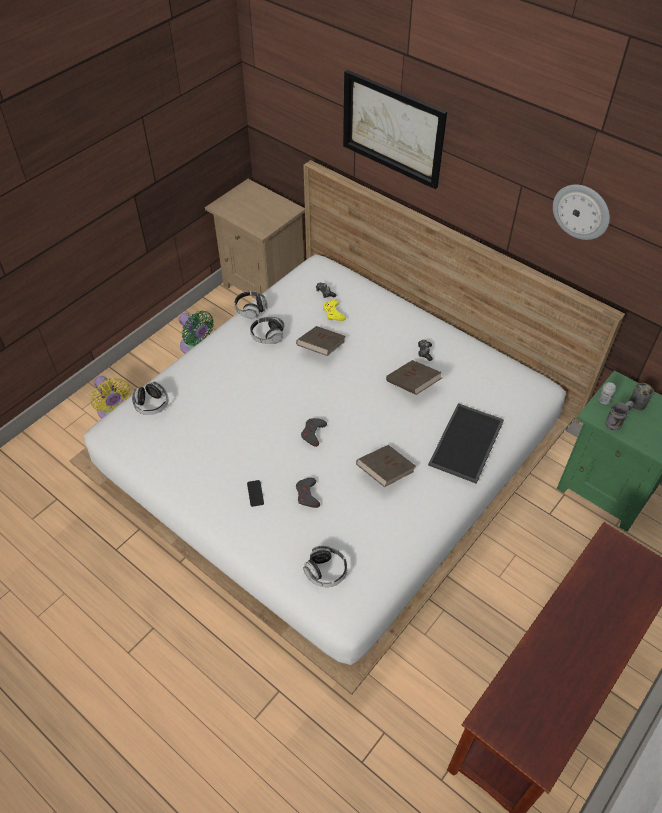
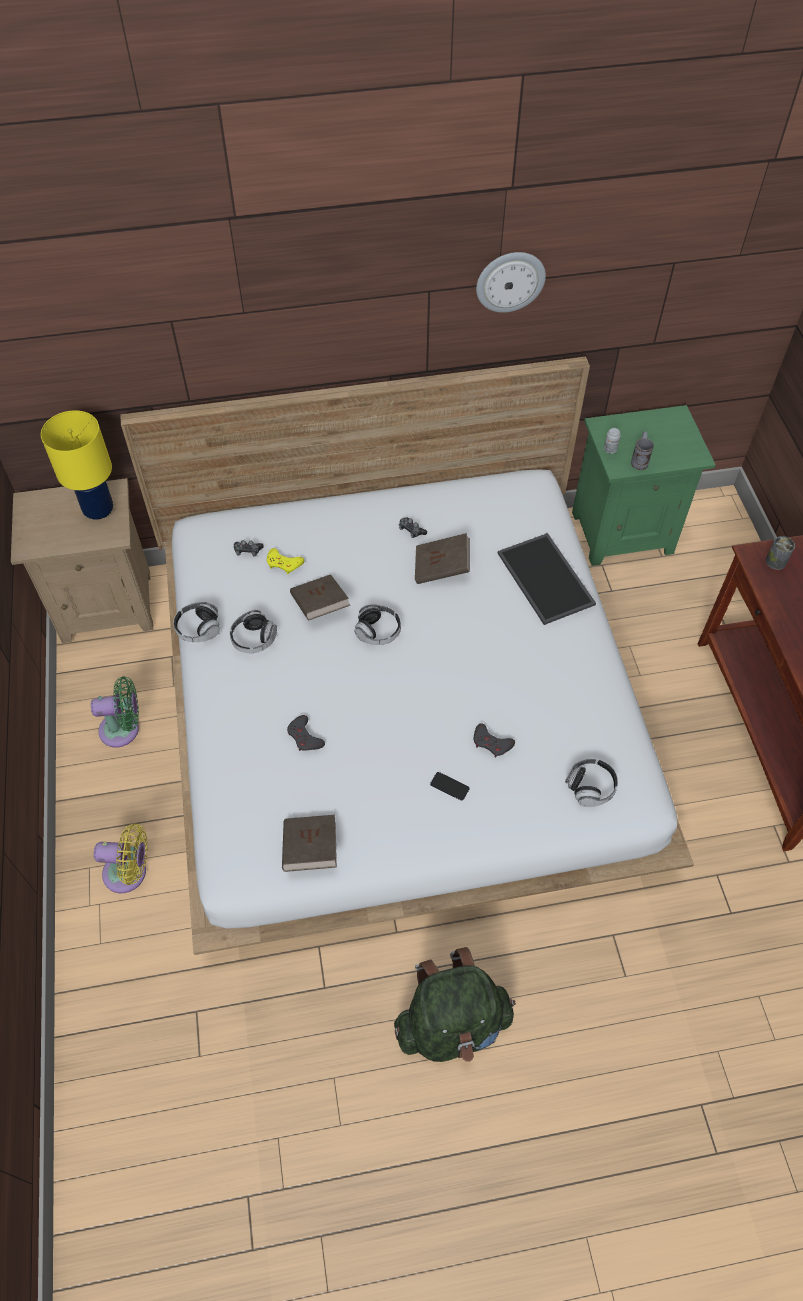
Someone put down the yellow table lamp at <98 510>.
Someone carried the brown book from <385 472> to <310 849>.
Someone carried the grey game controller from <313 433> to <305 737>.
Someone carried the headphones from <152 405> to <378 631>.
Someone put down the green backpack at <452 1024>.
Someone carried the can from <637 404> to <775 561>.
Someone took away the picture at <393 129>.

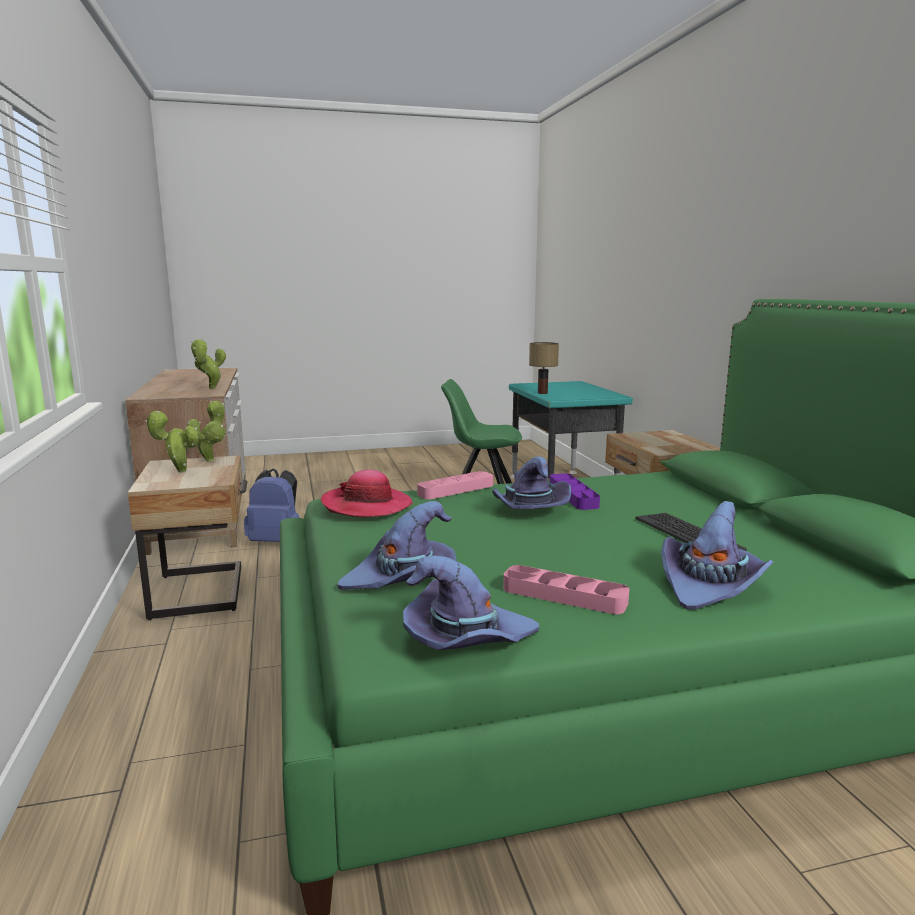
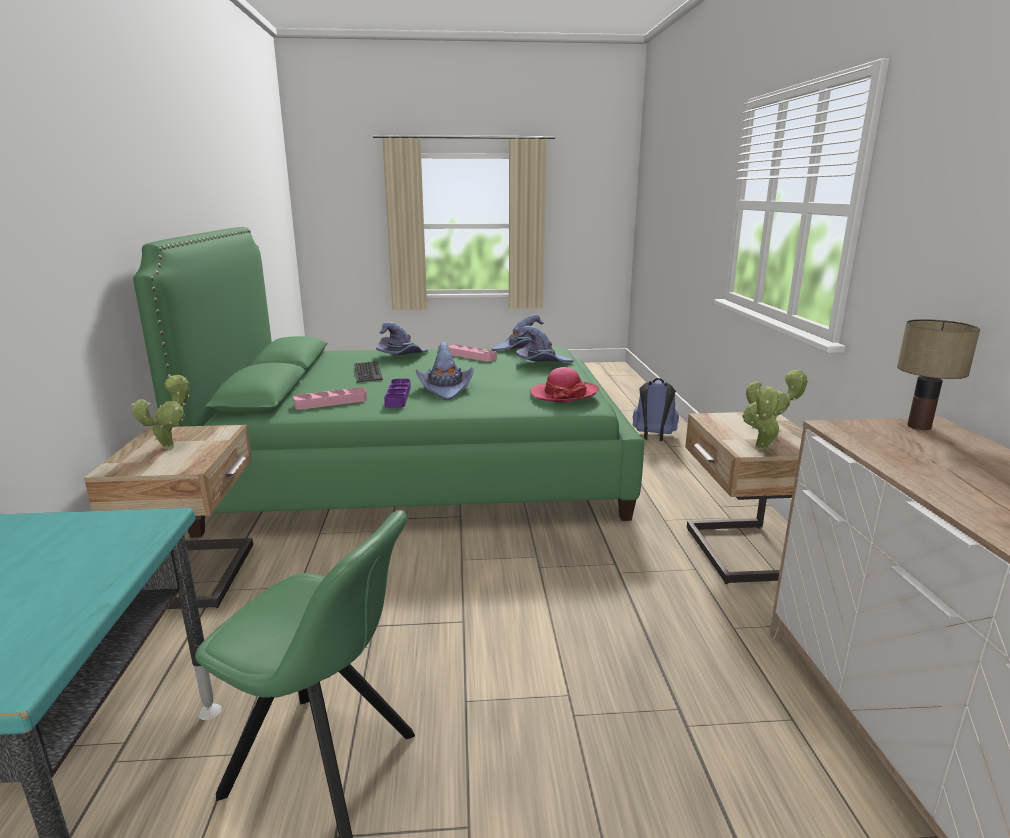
Someone carried the potted plant from <210 388> to <172 446>.
Someone carried the pink tray from <455 490> to <330 402>.
Someone carried the blue backpack from <276 541> to <653 437>.
Someone carried the table lamp from <543 393> to <918 426>.

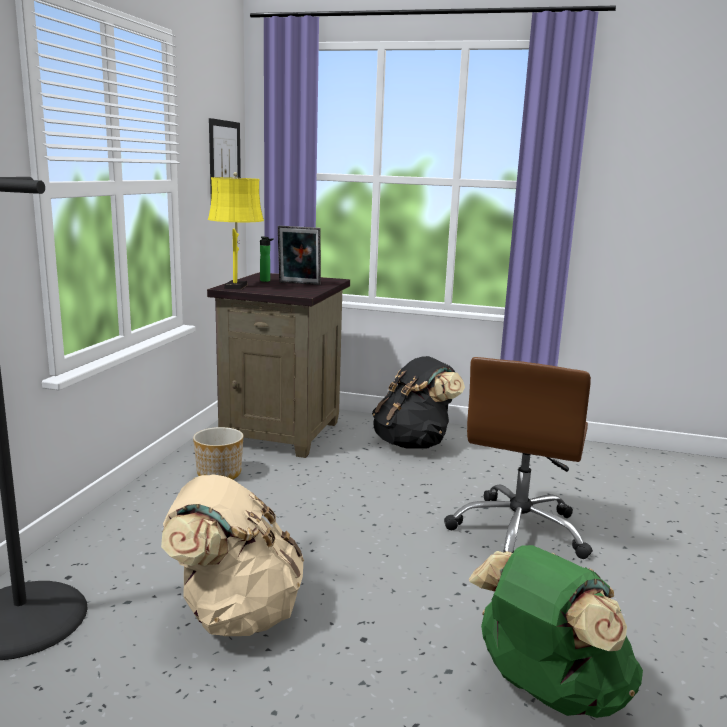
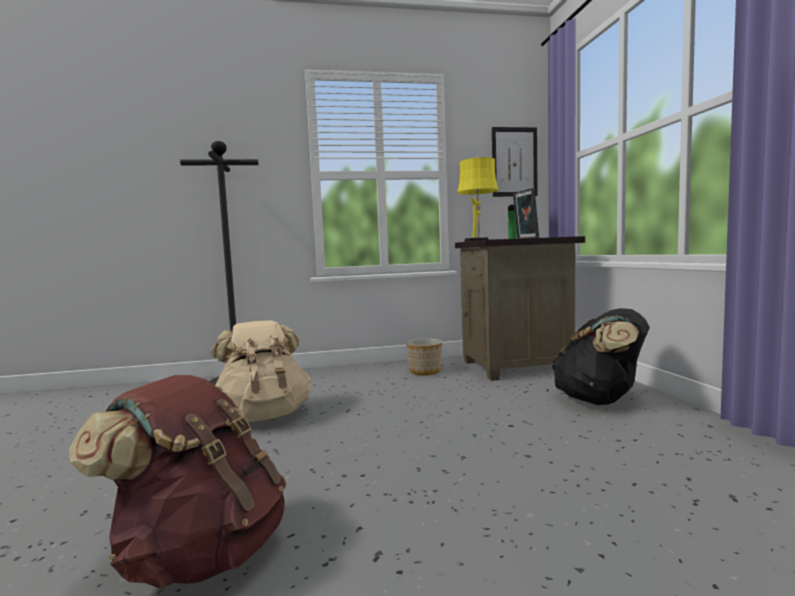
Someone repainted the green backpack at <547 691>, which became the brown backpack at <201 552>.
Someone took away the brown office chair at <518 532>.

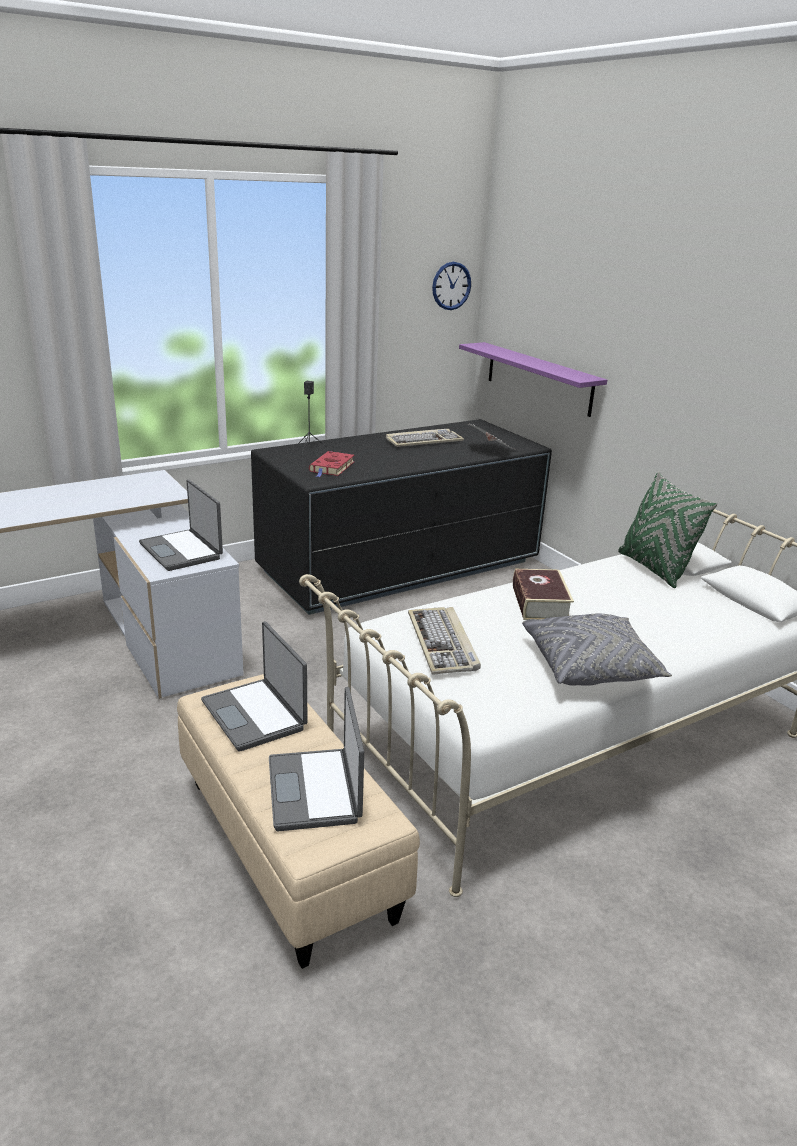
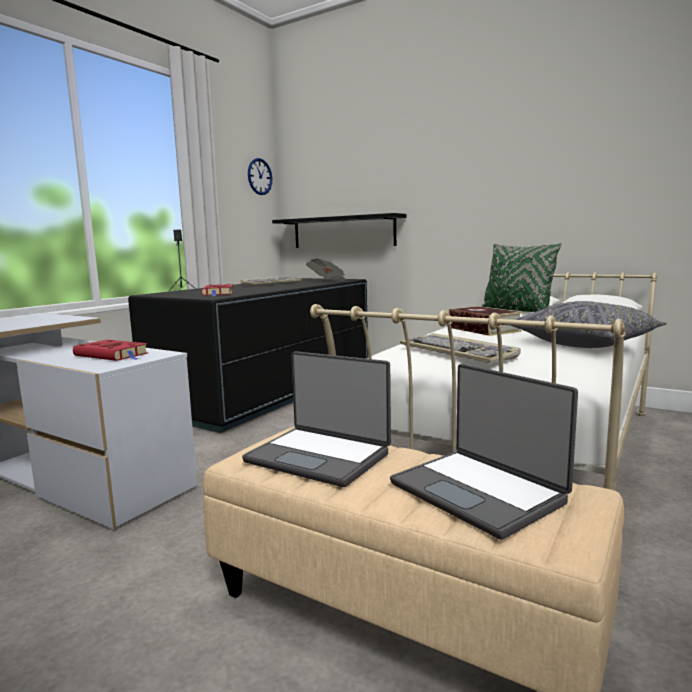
Someone swapped the laptop at <182 551> for the red book at <113 355>.
Someone repainted the purple shelf at <538 378>, which became the black shelf at <343 232>.

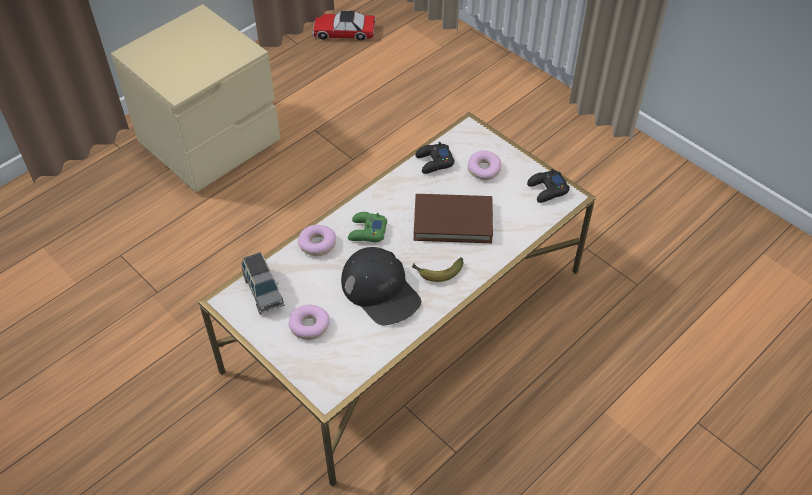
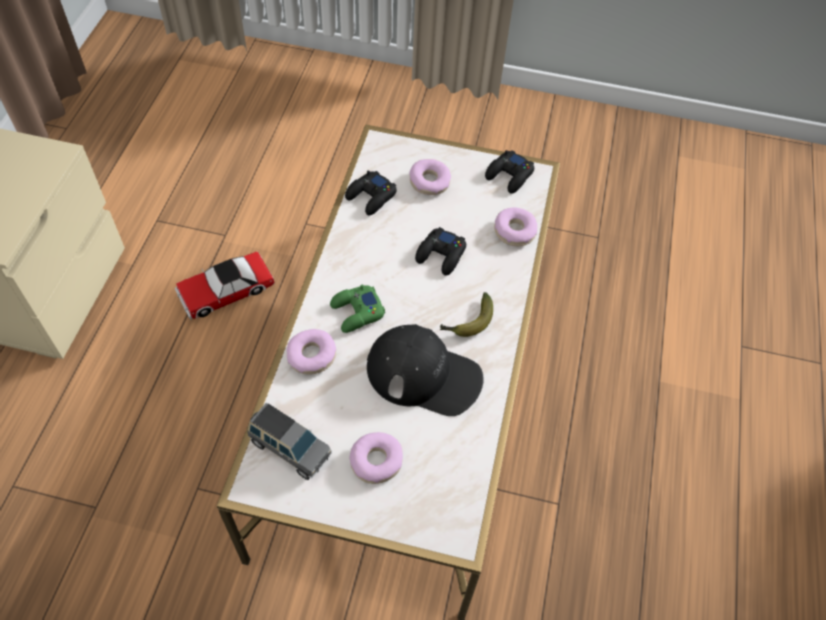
Someone carried the toy car from <343 32> to <225 290>.
Someone swapped the brown book at <453 221> for the black game controller at <441 255>.
Someone put down the donut at <514 231>.

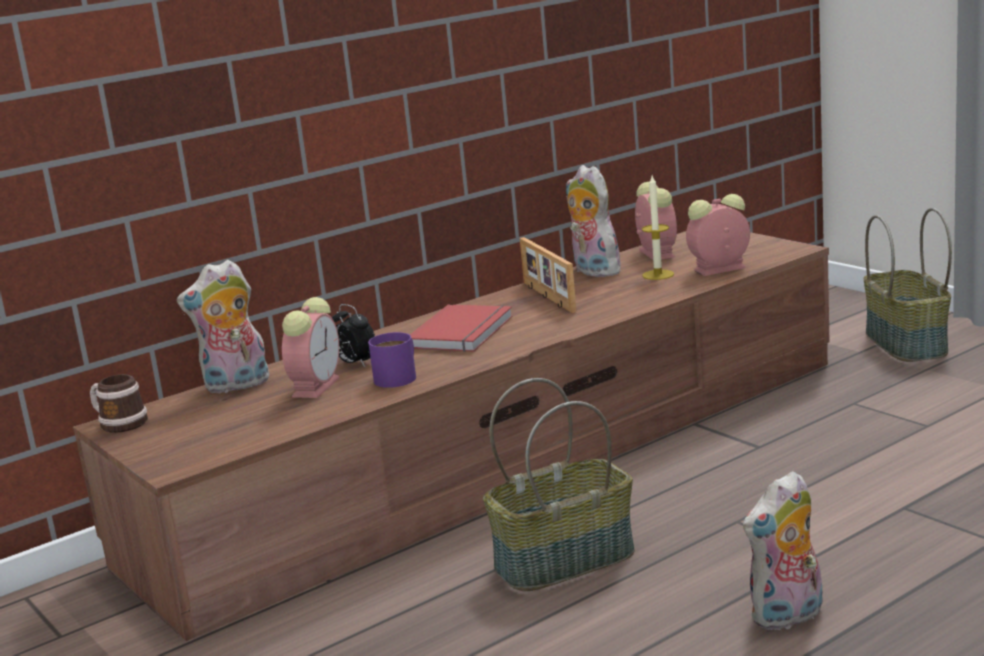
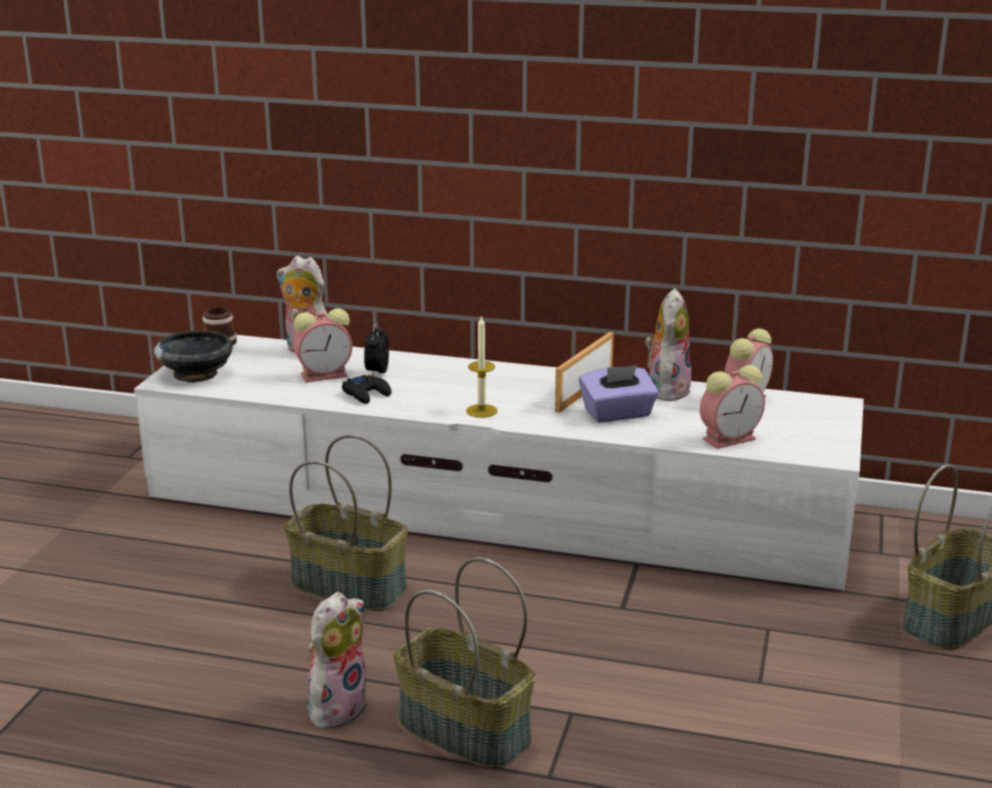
Someone repainted the brown tv stand at <503 453>, which became the white tv stand at <496 502>.
Someone put down the black bowl at <196 374>.
Someone rotated the plush toy at <788 617> by 105 degrees clockwise.
Someone swapped the purple mug at <399 376> for the black game controller at <366 394>.
Someone put down the basket at <461 731>.
Someone carried the candle from <658 275> to <481 411>.
Someone put down the purple tissue box at <617 414>.
Someone rotated the alarm clock at <718 269> by 120 degrees clockwise.
Someone took away the red book at <464 332>.

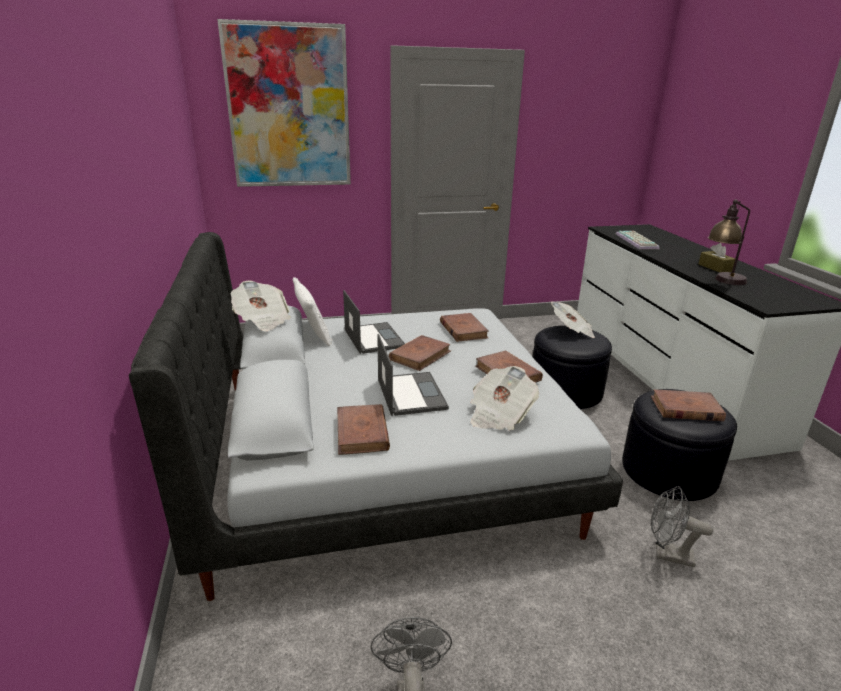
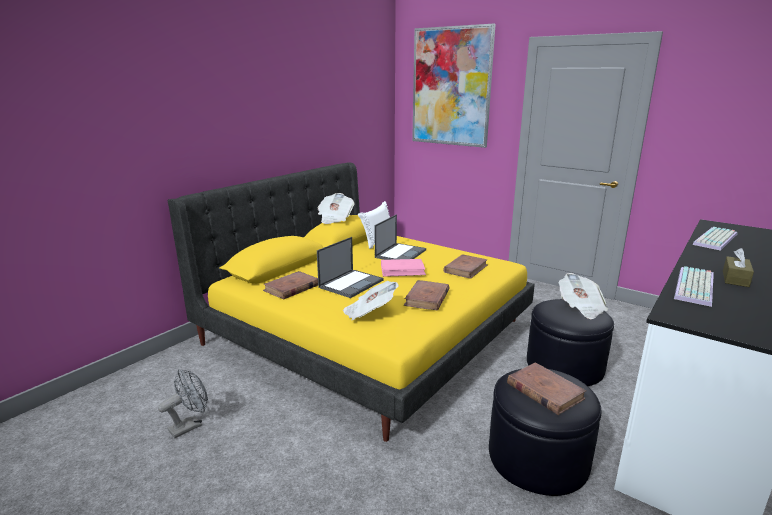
Someone repainted the grey bed at <380 451>, which became the yellow bed at <366 332>.
Someone repainted the brown book at <420 355>, which became the pink book at <402 270>.
Someone swapped the table lamp at <722 281> for the keyboard at <696 287>.
Someone took away the grey fan at <667 555>.

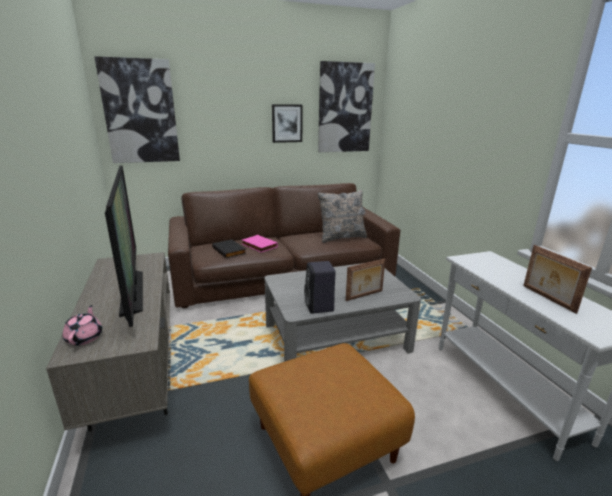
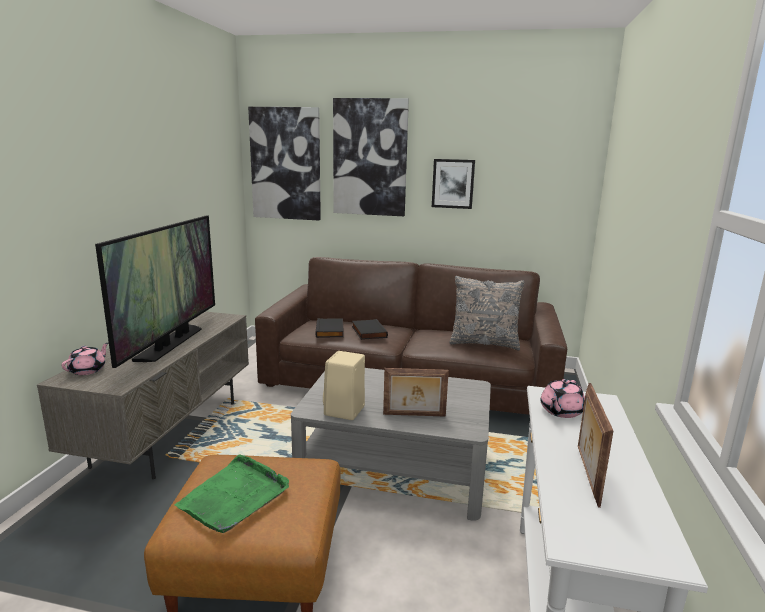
Someone put down the green tray at <235 496>.
Someone repainted the black speaker at <319 307>, which became the beige speaker at <344 411>.
Someone carried the picture from <345 108> to <370 158>.
Someone repainted the pink book at <258 245>, which became the black book at <368 332>.
Someone put down the pink teapot at <561 411>.

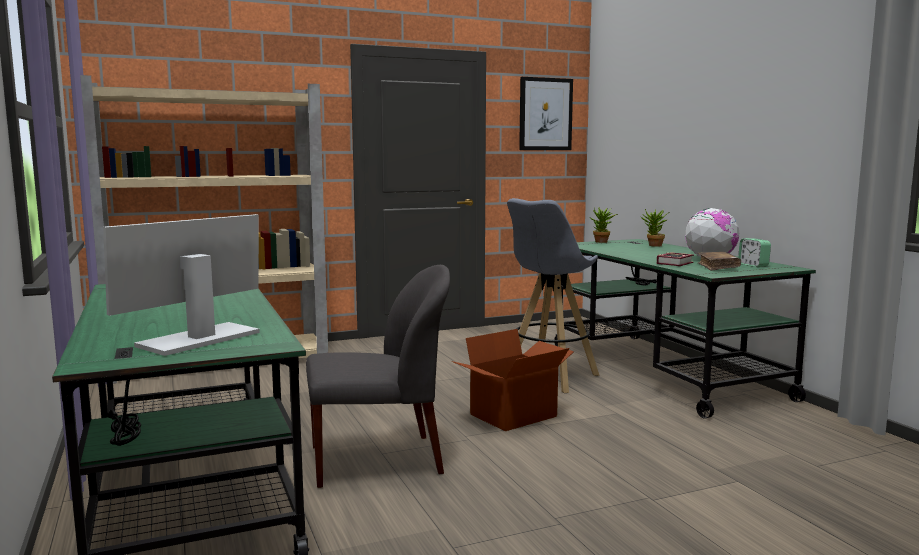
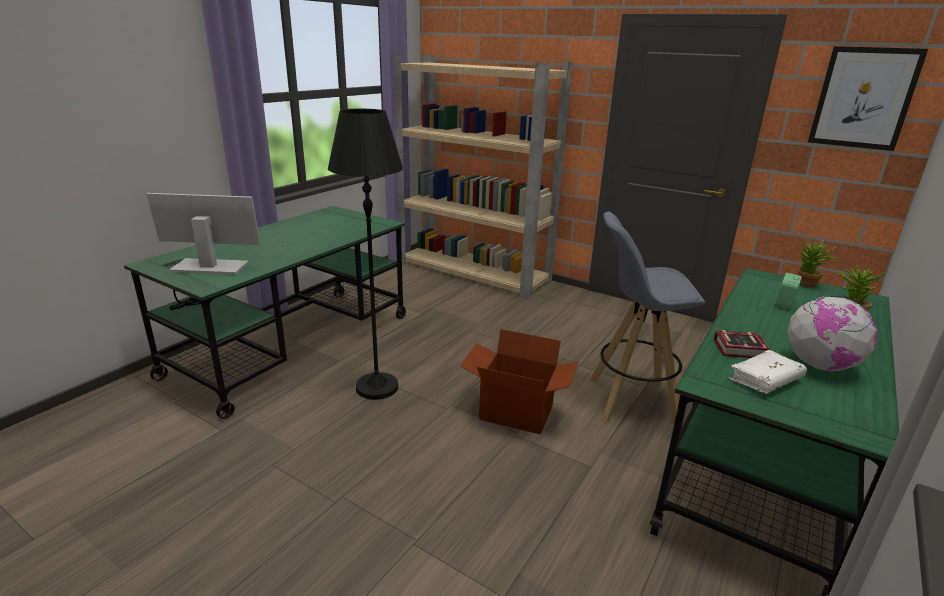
Someone swapped the grey chair at <379 460> for the black floor lamp at <377 387>.
Someone repainted the brown book at <718 267>, which became the white book at <765 380>.
Someone carried the alarm clock from <753 265> to <784 304>.

